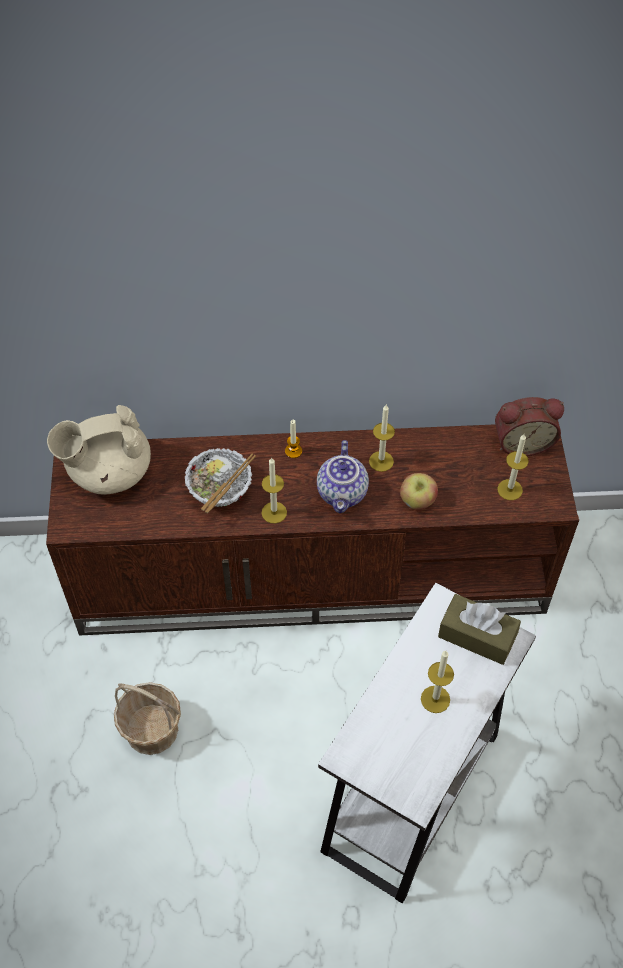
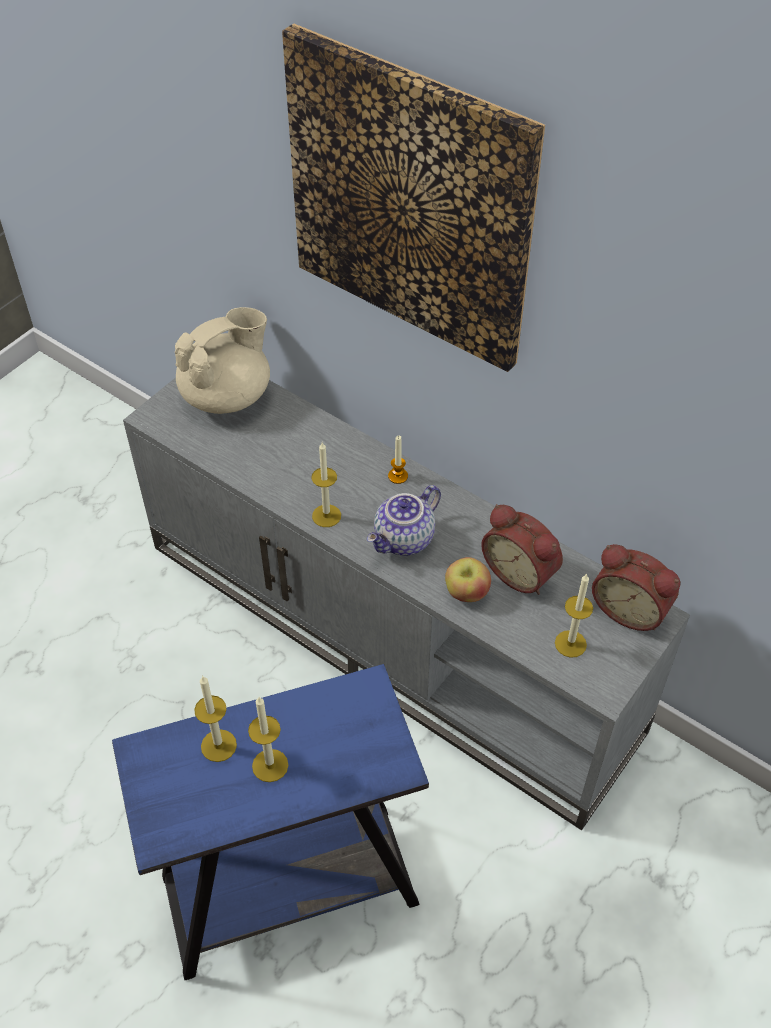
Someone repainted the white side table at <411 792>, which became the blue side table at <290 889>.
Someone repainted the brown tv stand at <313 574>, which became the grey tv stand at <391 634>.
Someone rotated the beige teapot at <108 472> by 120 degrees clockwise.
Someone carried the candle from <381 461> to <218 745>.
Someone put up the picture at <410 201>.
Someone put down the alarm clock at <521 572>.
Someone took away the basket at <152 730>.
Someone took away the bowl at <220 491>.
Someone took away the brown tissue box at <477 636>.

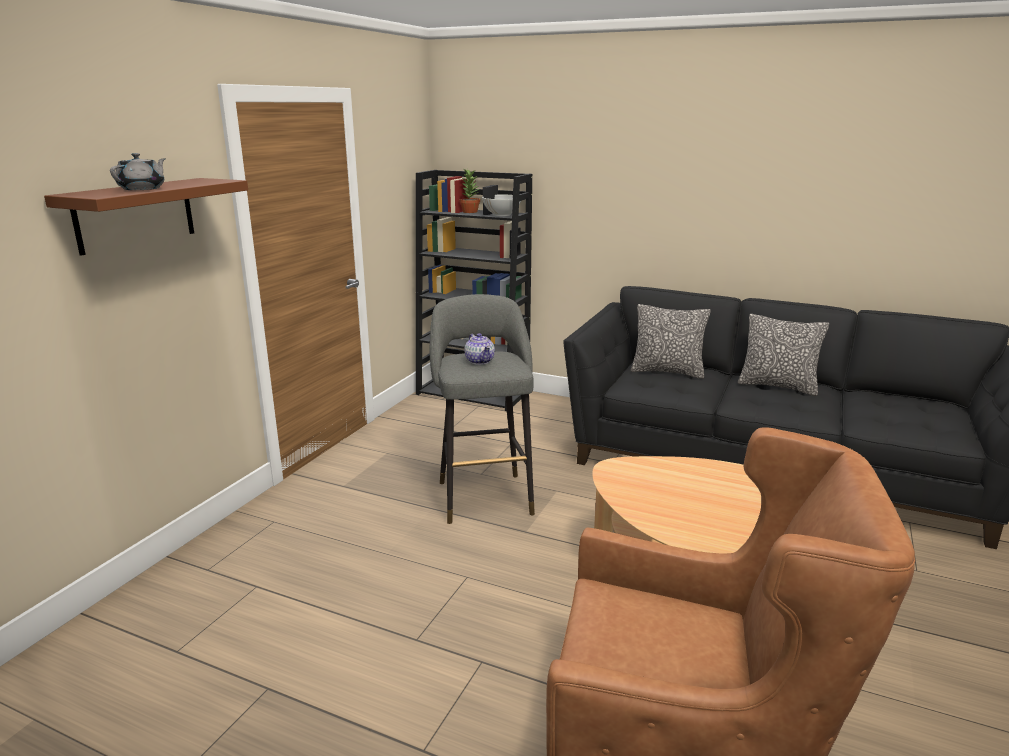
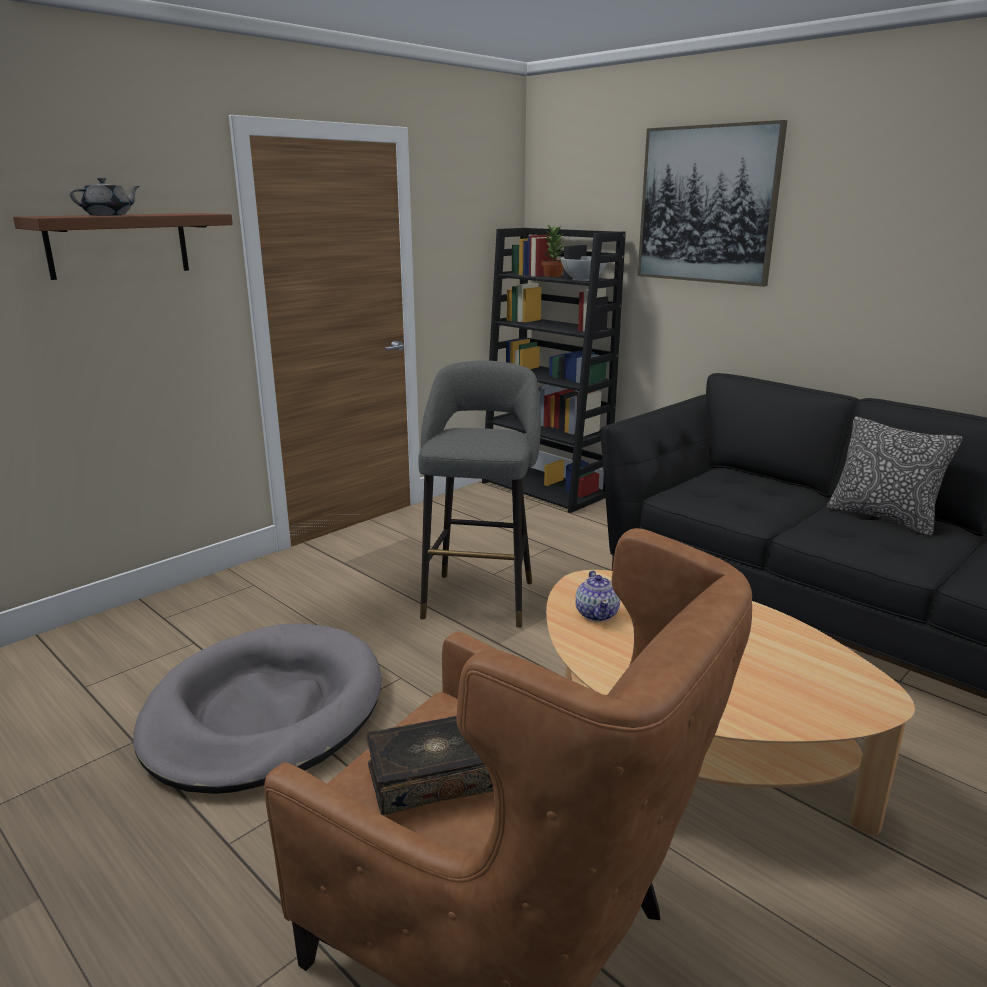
Someone put down the grey dog bed at <264 712>.
Someone put down the book at <437 775>.
Someone carried the teapot from <479 361> to <597 614>.
Someone put up the picture at <707 205>.
Someone took away the pillow at <667 371>.

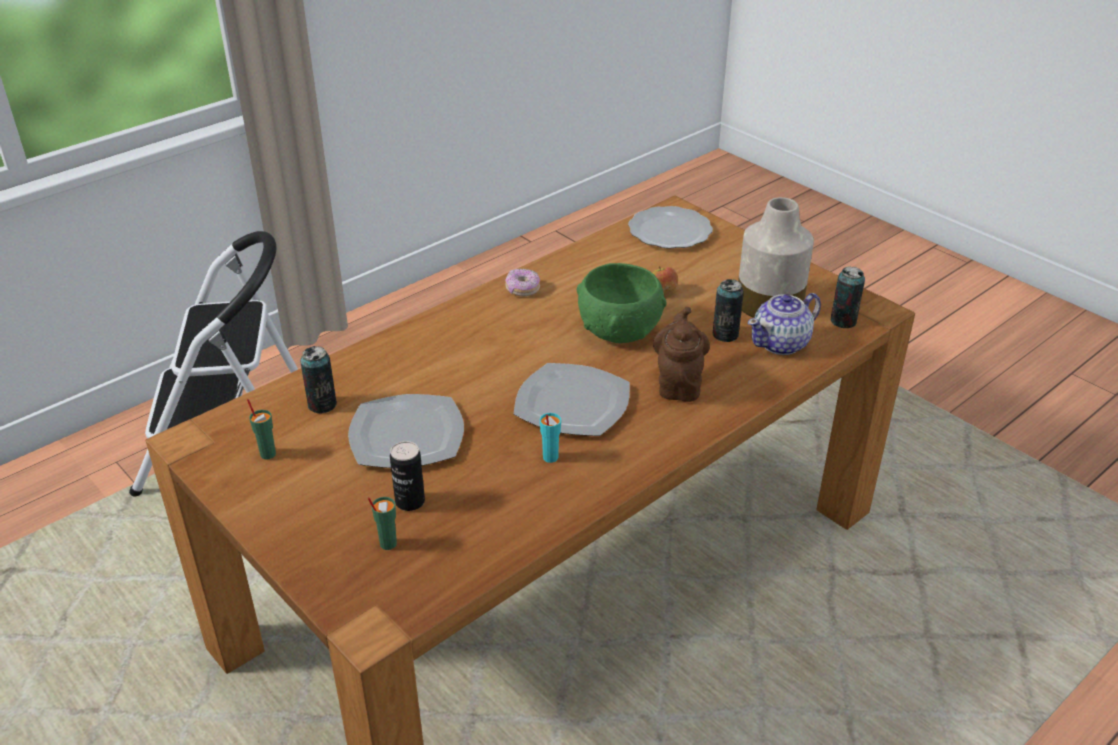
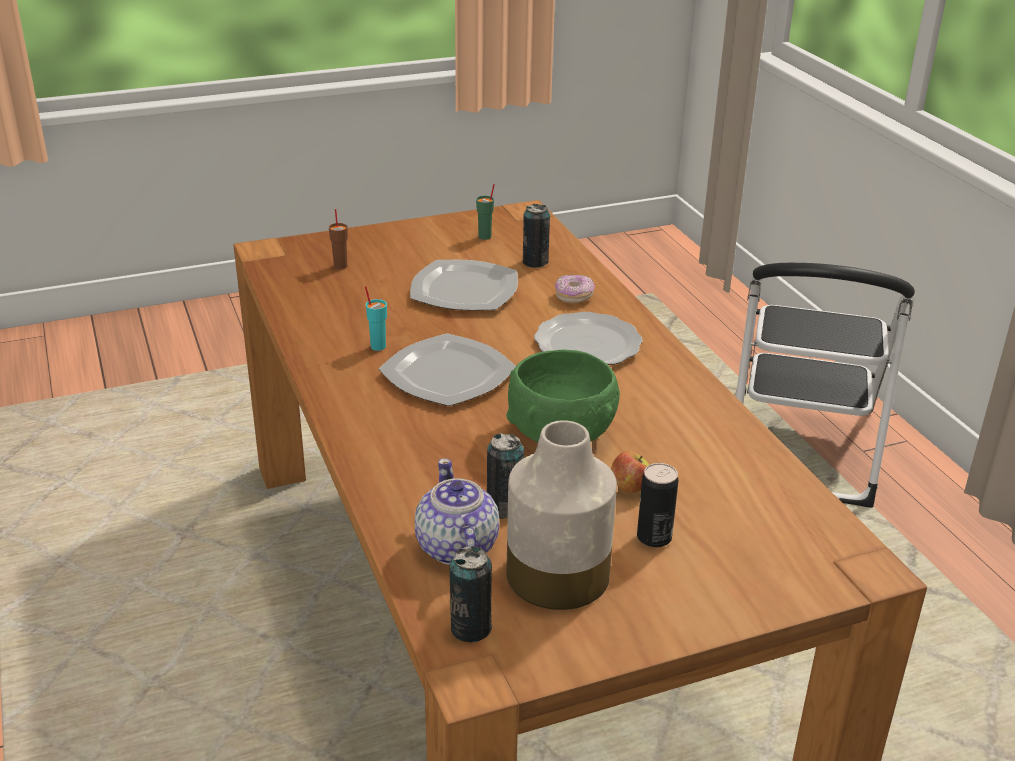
Someone repainted the green cup at <387 544>, which became the brown cup at <340 265>.
Someone carried the plate from <671 231> to <587 345>.
Someone carried the donut from <522 289> to <574 297>.
Someone carried the can from <410 502> to <654 537>.
Someone took away the brown teapot at <679 384>.

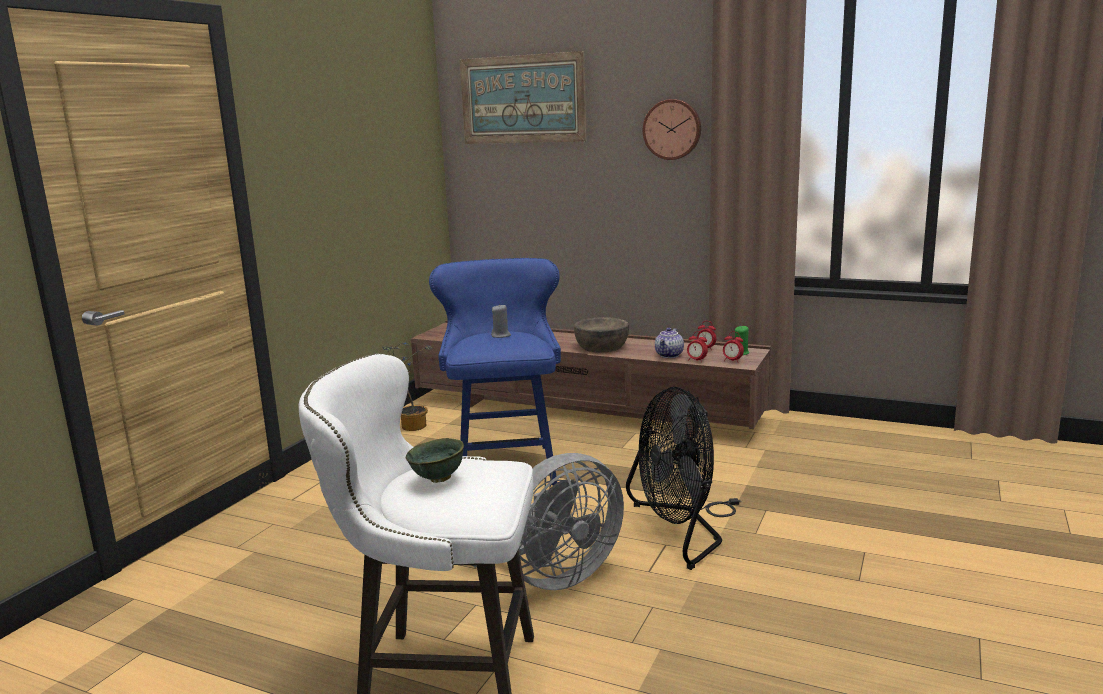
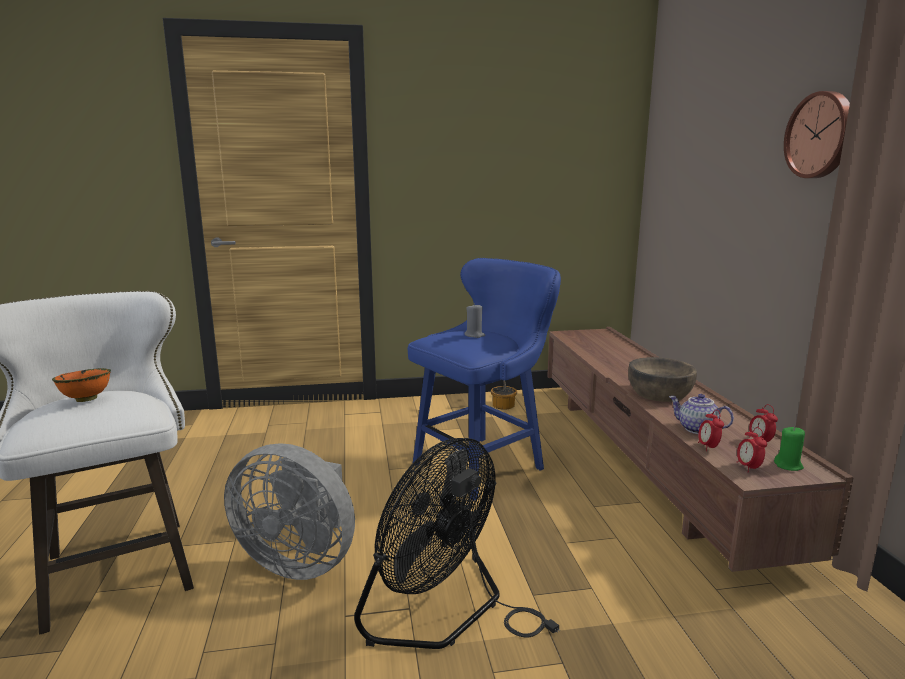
Someone repainted the green bowl at <438 479>, which became the orange bowl at <85 400>.
Someone rotated the teapot at <669 355> by 45 degrees clockwise.
Someone took away the picture at <522 99>.

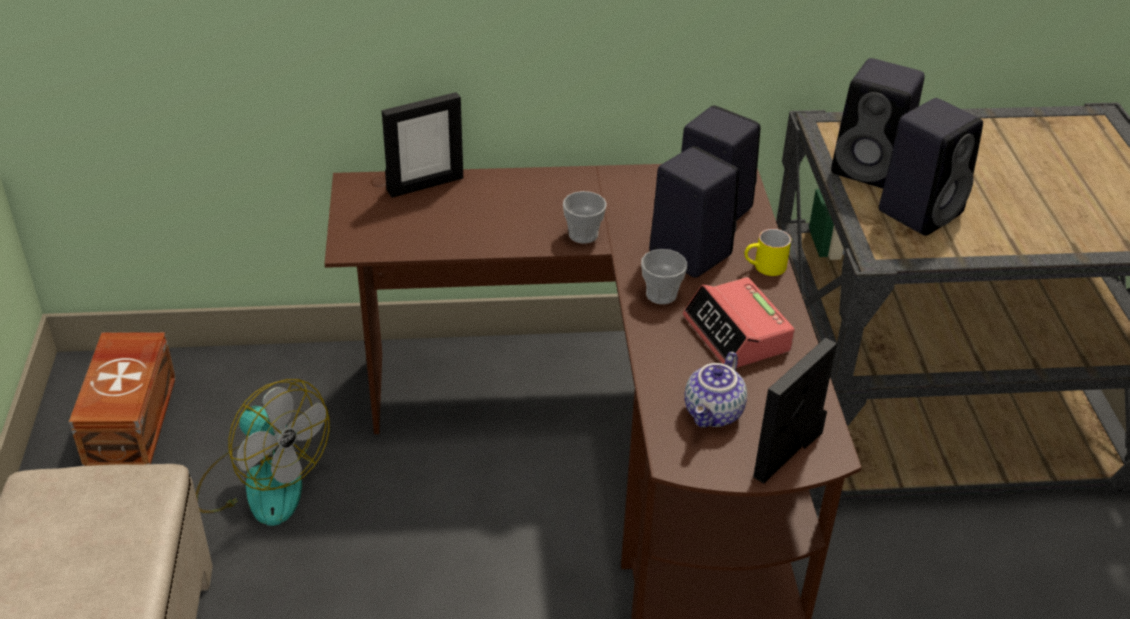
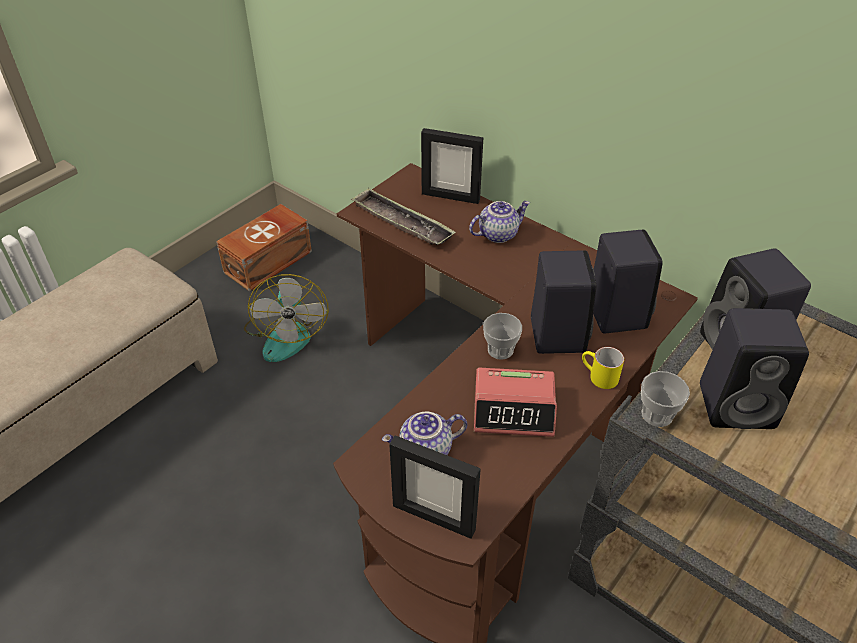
Someone put down the tray at <402 223>.
Someone rotated the picture frame at <788 454> by 150 degrees counterclockwise.
Someone put down the teapot at <498 234>.
Someone rotated the alarm clock at <737 334> by 105 degrees counterclockwise.
Someone carried the cup from <583 234> to <657 414>.

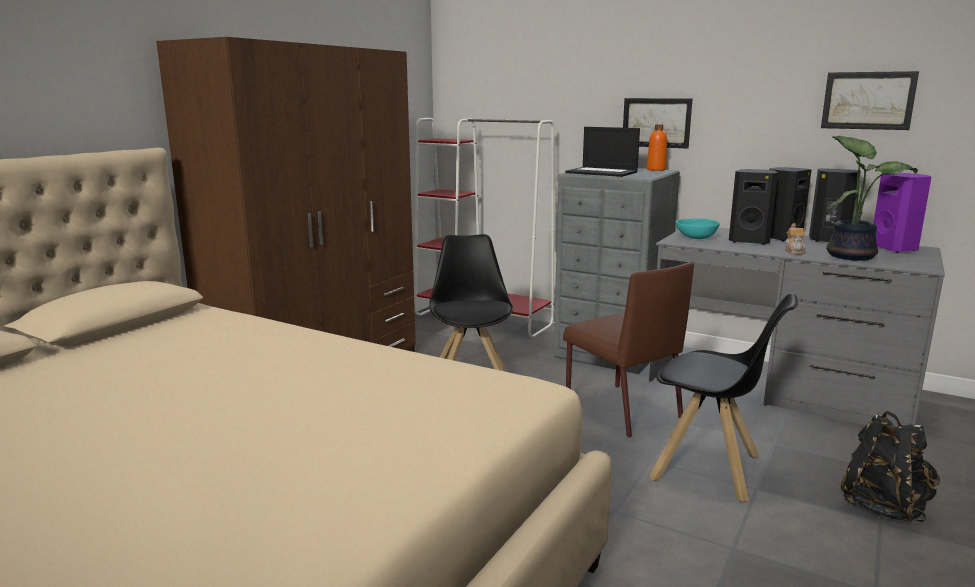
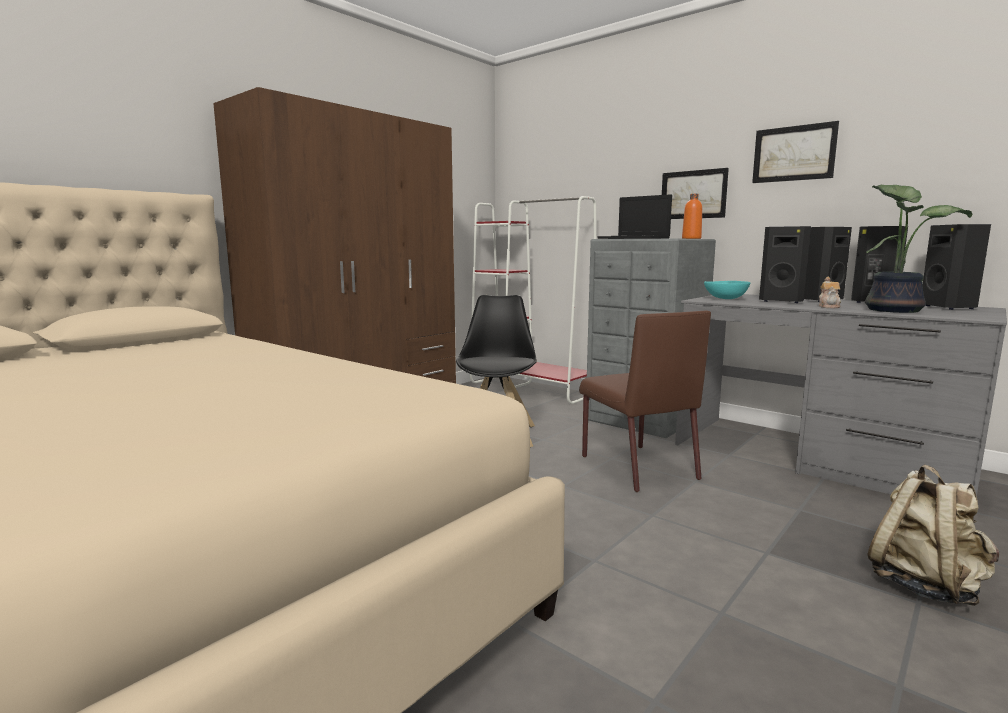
Someone carried the picture from <868 100> to <793 153>.
Someone repainted the black backpack at <883 507>, which became the beige backpack at <925 586>.
Someone repainted the purple speaker at <895 249>, which became the black speaker at <950 307>.
Someone took away the black chair at <709 468>.

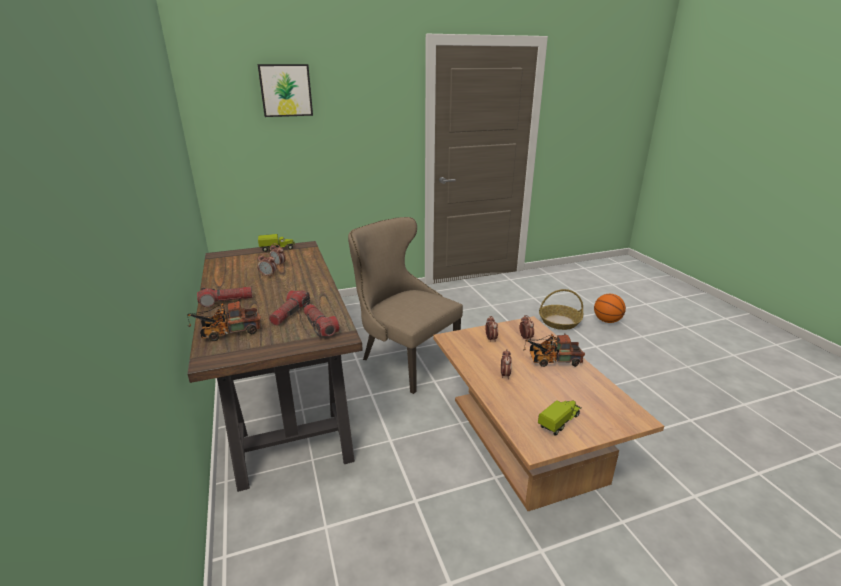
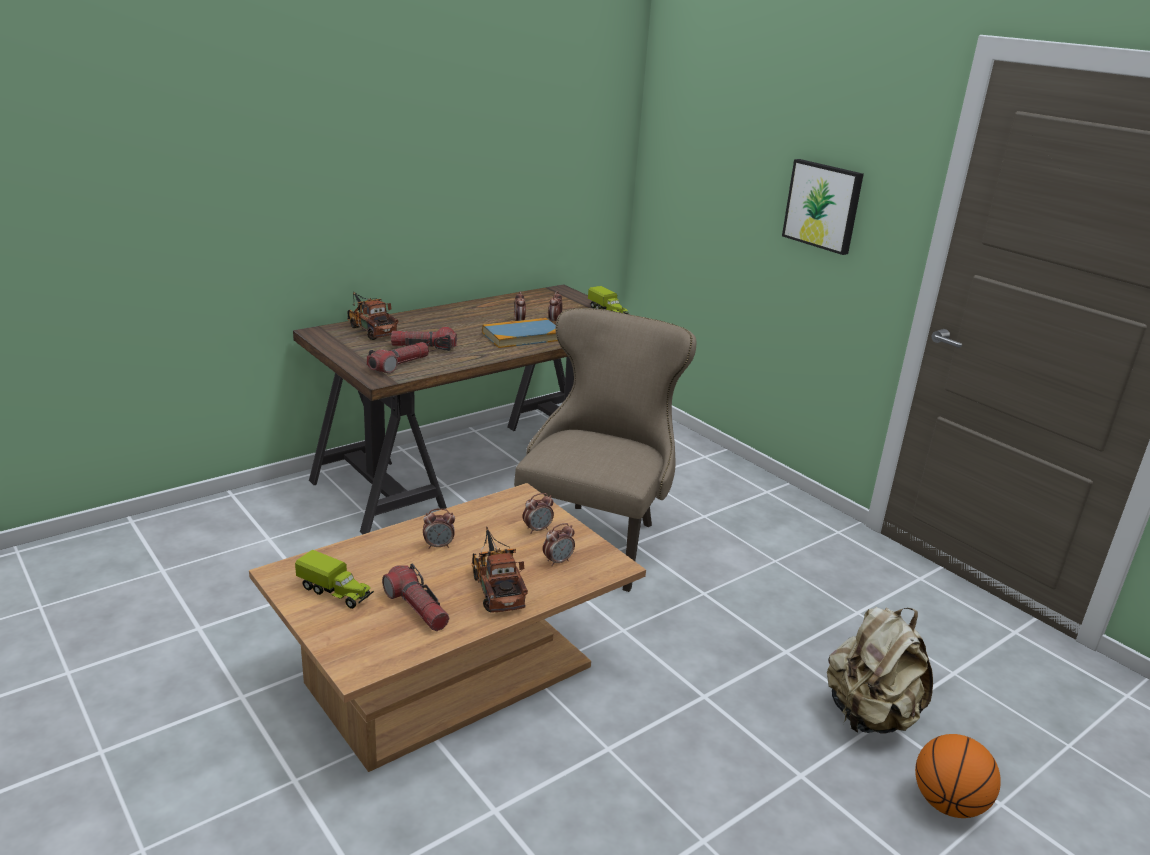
Someone carried the flashlight from <226 301> to <417 608>.
Someone put down the book at <522 336>.
Someone carried the picture from <285 90> to <823 205>.
Someone swapped the basket at <559 322> for the beige backpack at <869 716>.

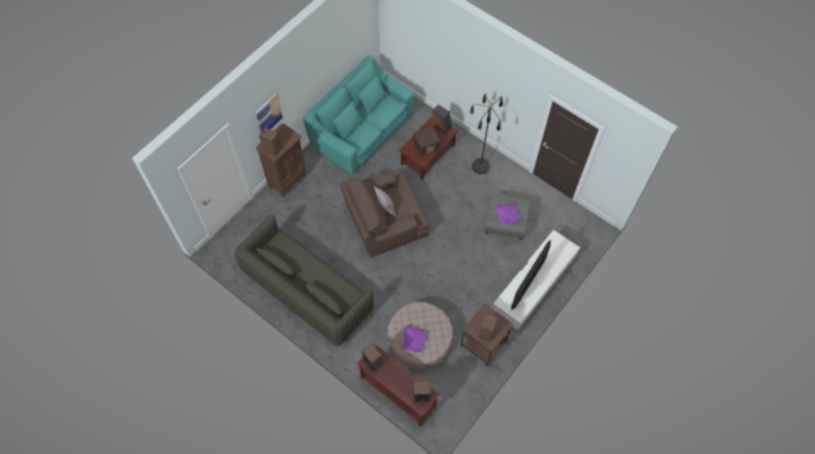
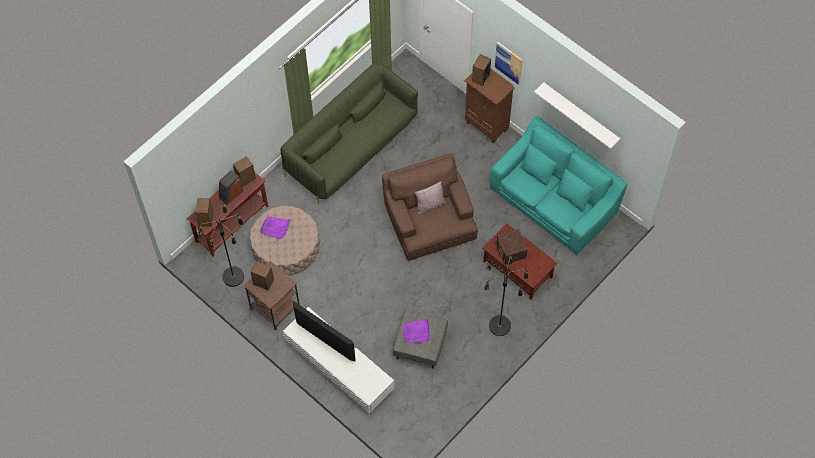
Someone put down the floor lamp at <233 277>.
Someone carried the speaker from <441 126> to <230 194>.
Someone put up the white shelf at <580 114>.

